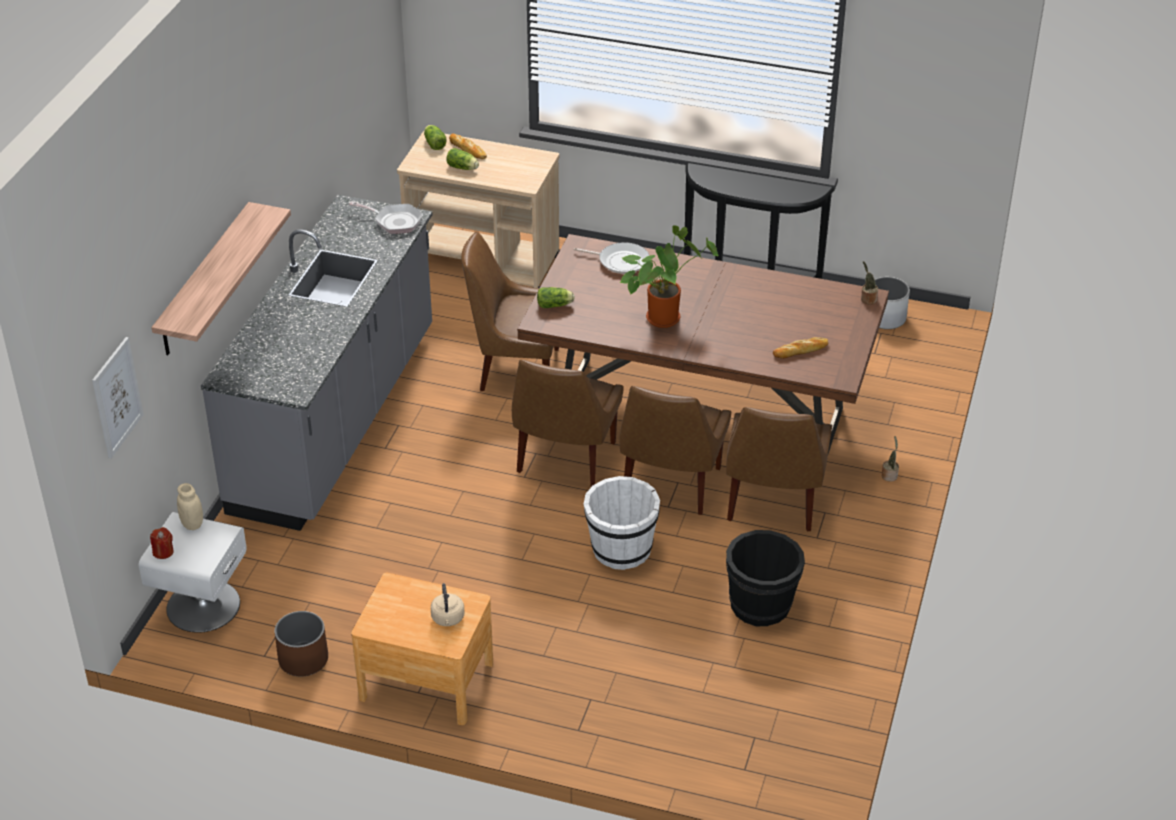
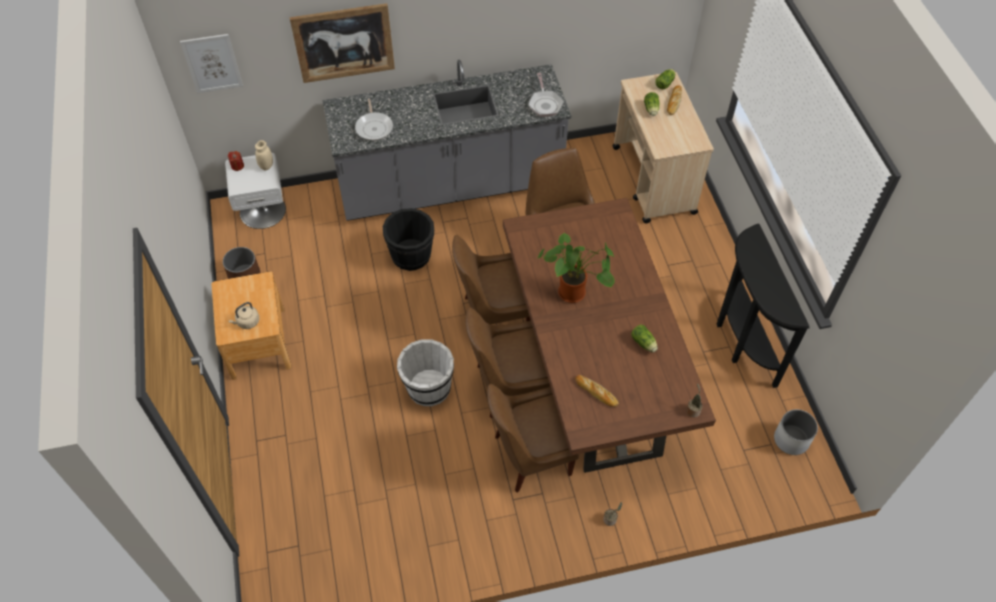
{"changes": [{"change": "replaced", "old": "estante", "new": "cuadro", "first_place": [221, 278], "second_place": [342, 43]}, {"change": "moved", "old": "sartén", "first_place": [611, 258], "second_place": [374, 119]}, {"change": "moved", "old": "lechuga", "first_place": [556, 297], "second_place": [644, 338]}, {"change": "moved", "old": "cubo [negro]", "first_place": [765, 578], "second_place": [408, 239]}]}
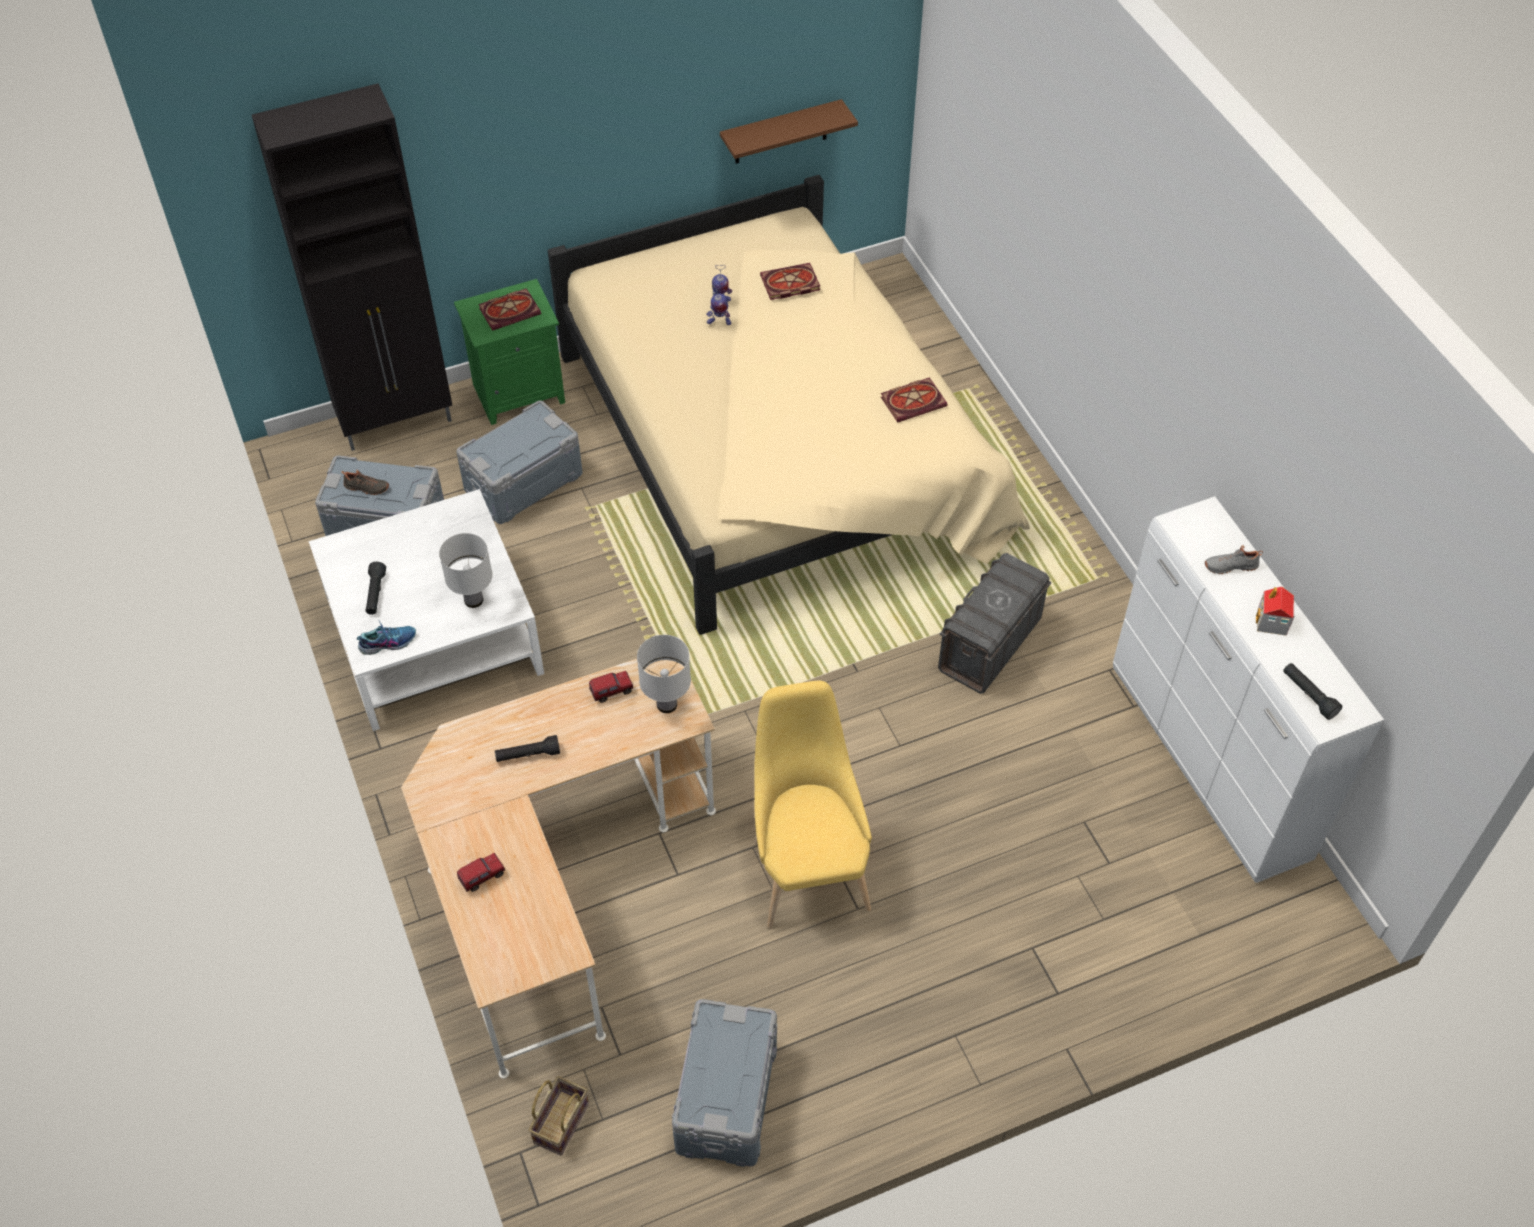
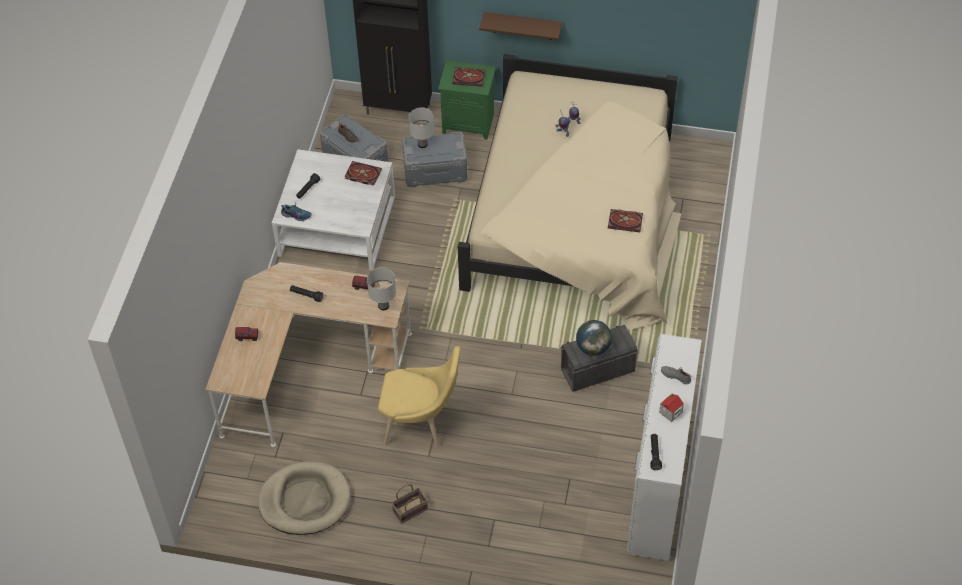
{"changes": [{"change": "moved", "old": "estante [marrón]", "first_place": [789, 131], "second_place": [520, 26]}, {"change": "moved", "old": "libro", "first_place": [790, 281], "second_place": [363, 173]}, {"change": "moved", "old": "lámpara de mesa [blanco]", "first_place": [466, 570], "second_place": [421, 128]}, {"change": "turned", "old": "silla [amarillo]", "first_place": [813, 804], "second_place": [419, 397], "degrees": 75}, {"change": "replaced", "old": "caja de almacenaje [gris]", "new": "cama para perro [beis]", "first_place": [724, 1083], "second_place": [304, 498]}, {"change": "moved", "old": "cesta", "first_place": [559, 1116], "second_place": [409, 504]}, {"change": "added", "new": "globo terráqueo", "second_place": [594, 338]}]}
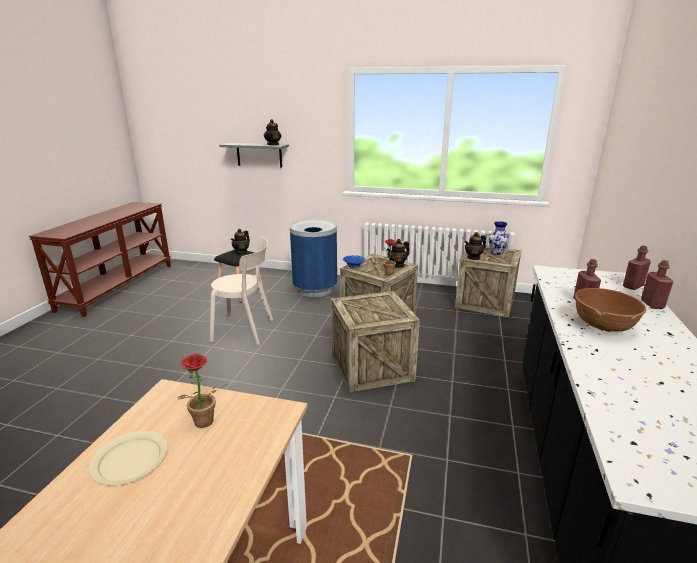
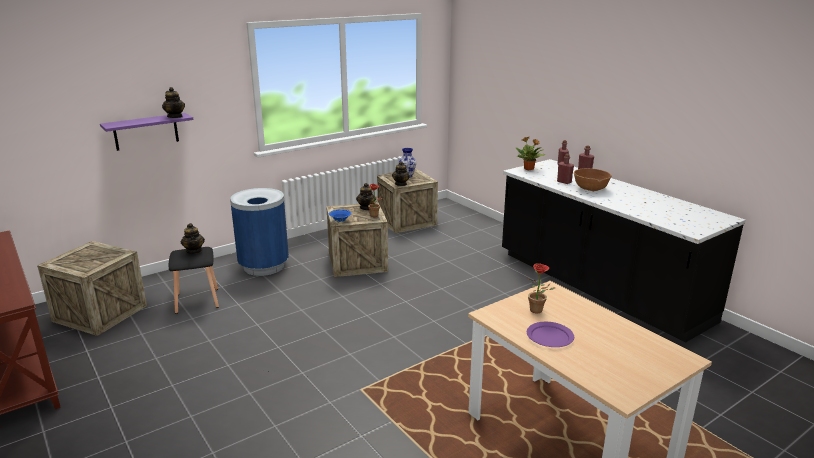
{"changes": [{"change": "recoloured", "old": "estante [gris]", "new": "estante [morado]", "first_place": [254, 155], "second_place": [146, 132]}, {"change": "removed", "old": "silla [beis]", "first_place": [241, 291]}, {"change": "moved", "old": "caja de embalaje", "first_place": [375, 341], "second_place": [92, 288]}, {"change": "recoloured", "old": "plato [beis]", "new": "plato [morado]", "first_place": [128, 458], "second_place": [550, 334]}, {"change": "added", "new": "planta en maceta", "second_place": [530, 153]}]}
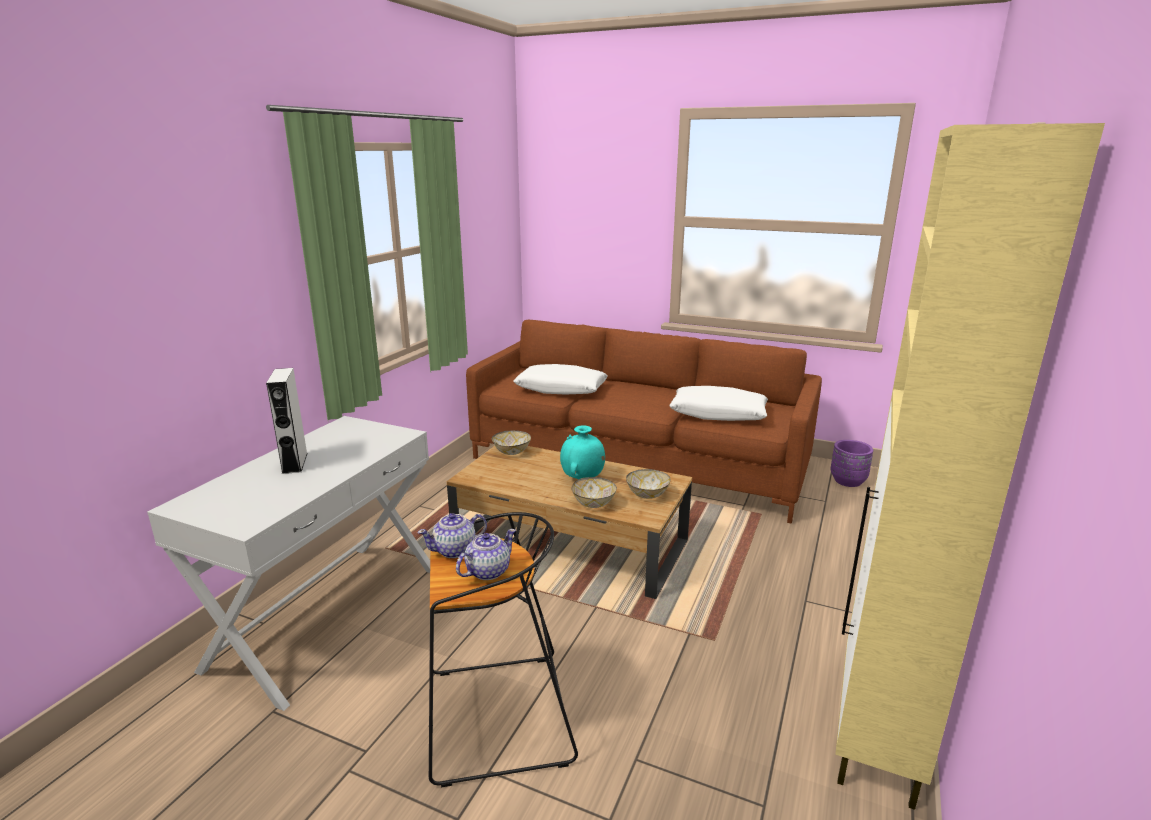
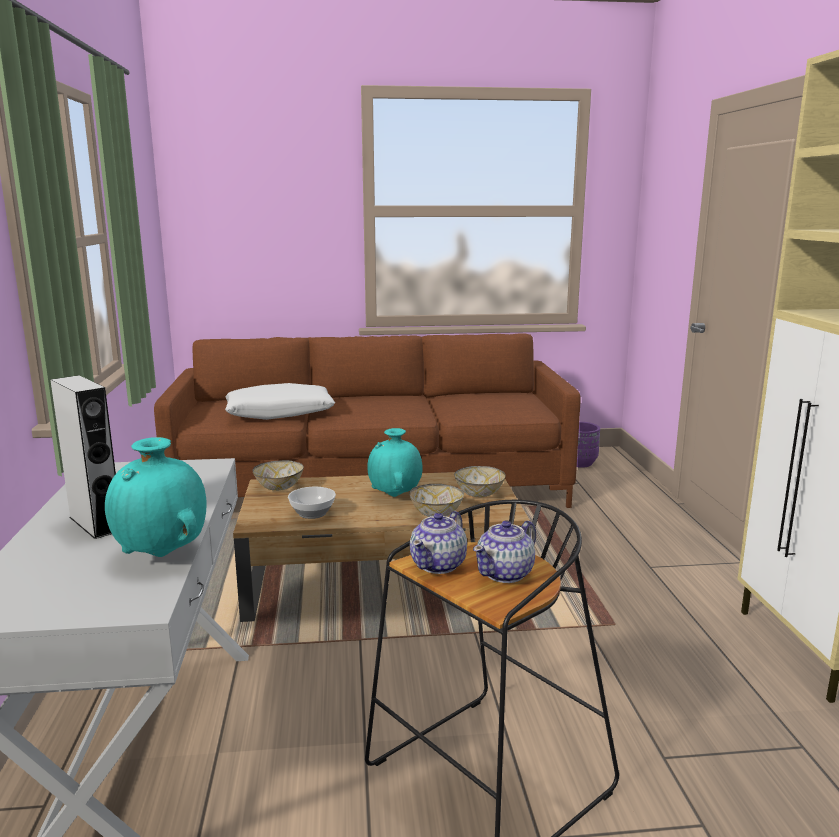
{"changes": [{"change": "removed", "old": "cojín [blanco]", "first_place": [718, 403]}, {"change": "turned", "old": "tetera", "first_place": [486, 554], "second_place": [504, 551], "degrees": -150}, {"change": "added", "new": "florero [turquesa]", "second_place": [156, 497]}, {"change": "added", "new": "cuenco", "second_place": [312, 503]}]}
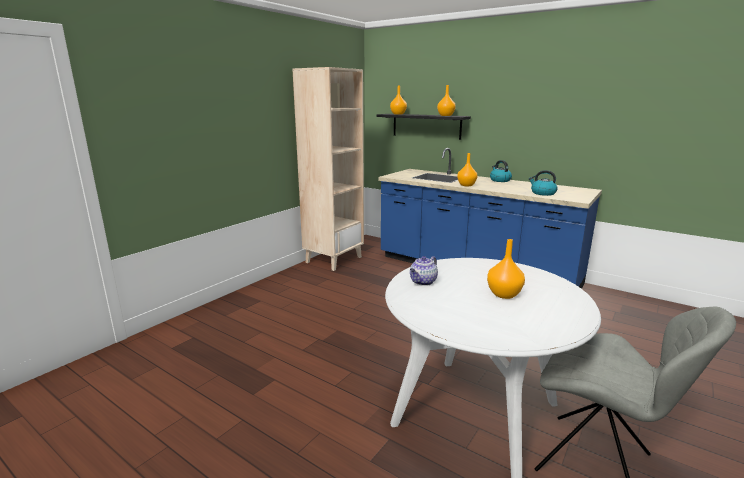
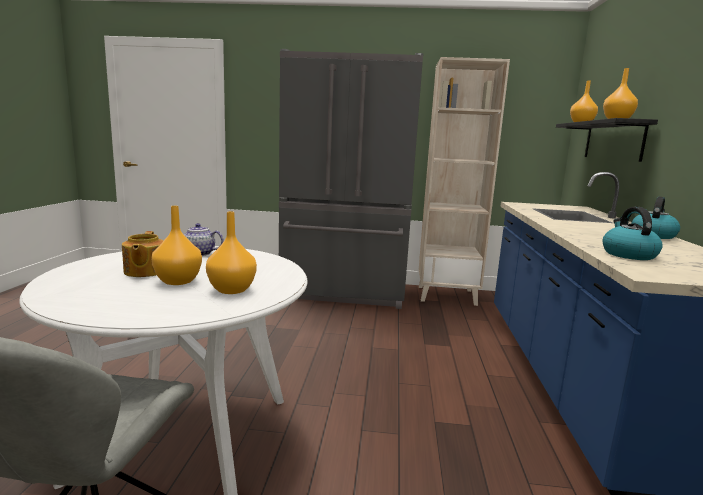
{"changes": [{"change": "moved", "old": "florero [naranja]", "first_place": [467, 169], "second_place": [231, 252]}, {"change": "added", "new": "nevera [gris]", "second_place": [351, 179]}, {"change": "added", "new": "tetera", "second_place": [143, 254]}]}
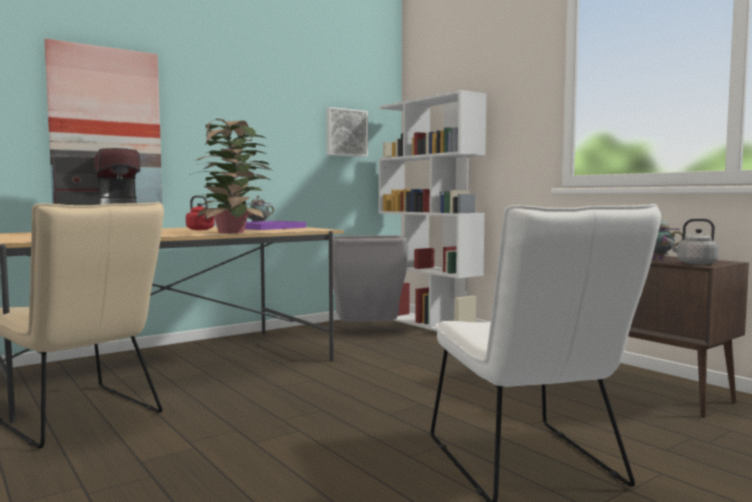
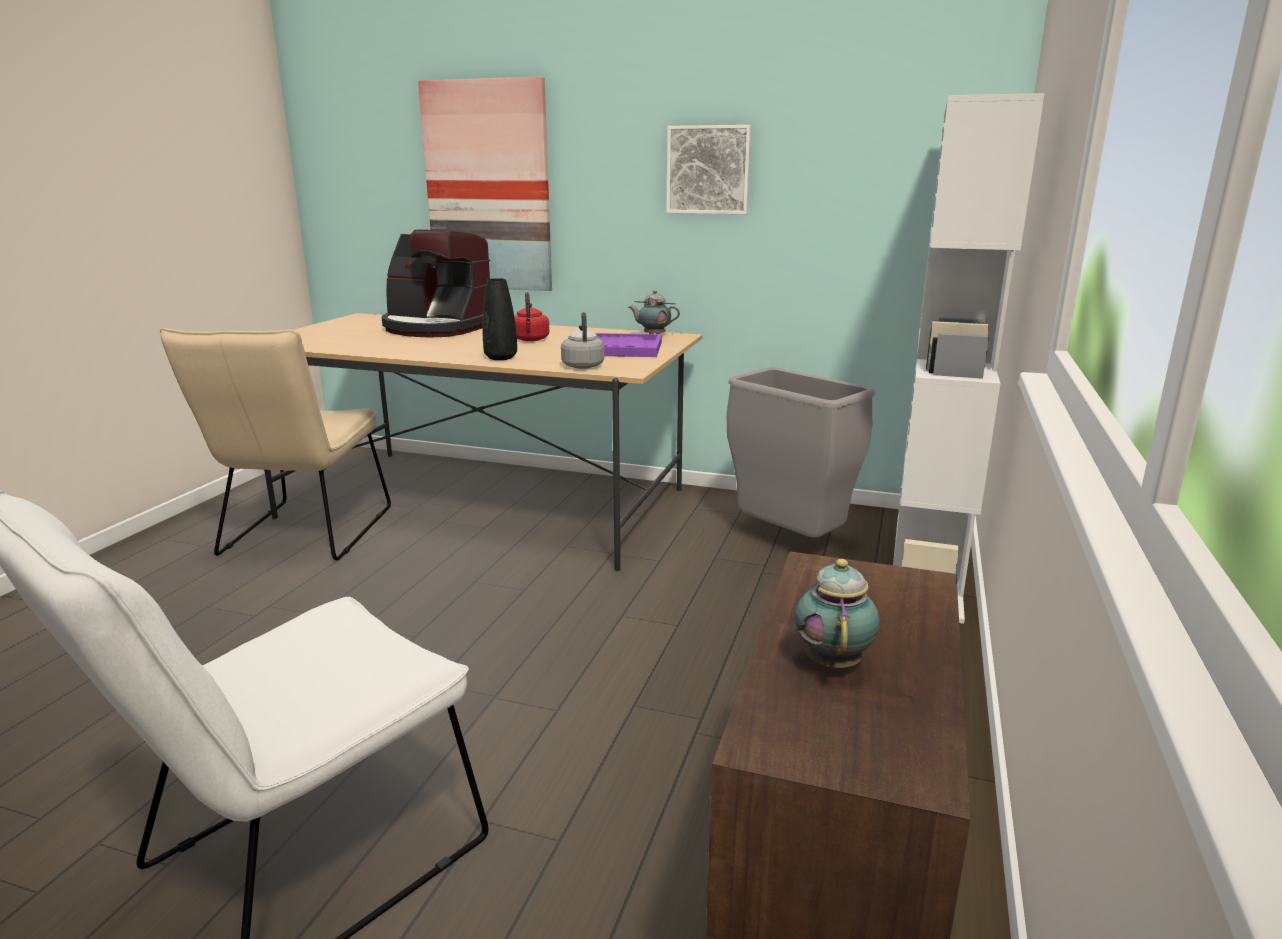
{"changes": [{"change": "moved", "old": "cuadro", "first_place": [347, 132], "second_place": [709, 169]}, {"change": "replaced", "old": "planta en maceta", "new": "florero [negro]", "first_place": [231, 176], "second_place": [499, 319]}, {"change": "moved", "old": "hervidor [gris]", "first_place": [693, 241], "second_place": [583, 340]}]}
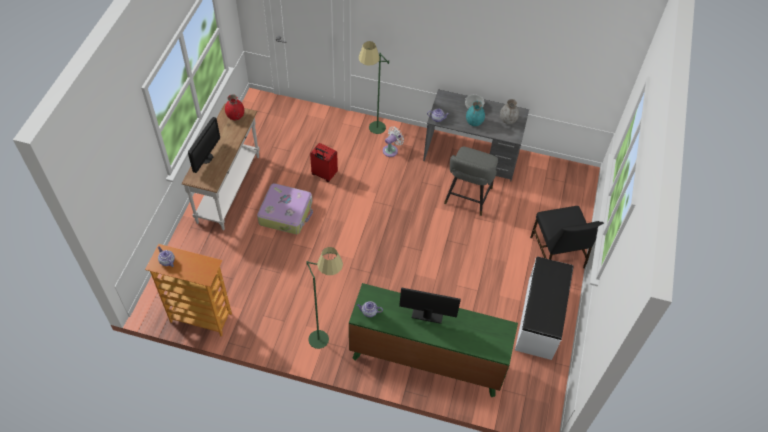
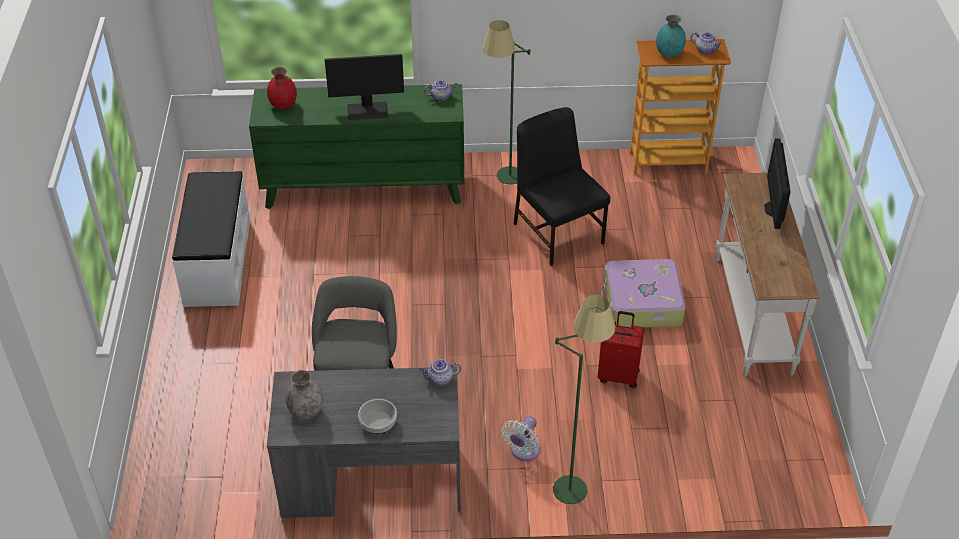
{"changes": [{"change": "moved", "old": "florero [rojo]", "first_place": [234, 107], "second_place": [282, 88]}, {"change": "moved", "old": "florero [turquesa]", "first_place": [475, 113], "second_place": [671, 35]}, {"change": "moved", "old": "silla [negro]", "first_place": [567, 237], "second_place": [562, 186]}]}
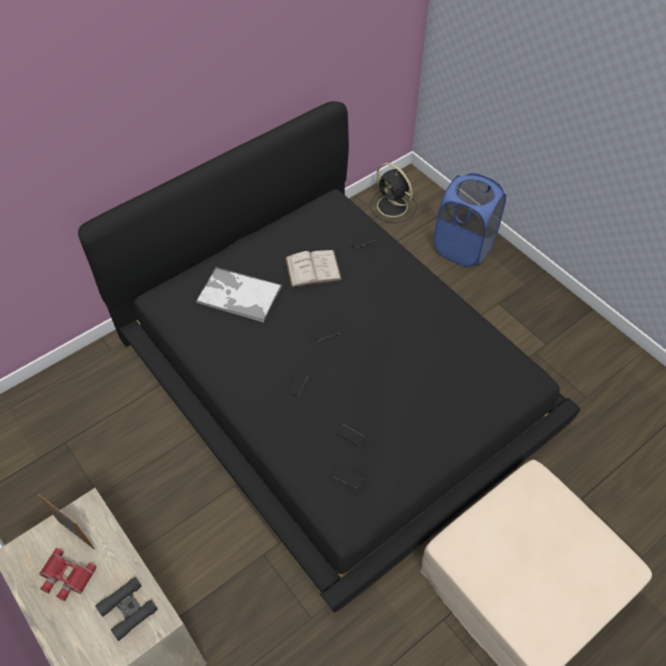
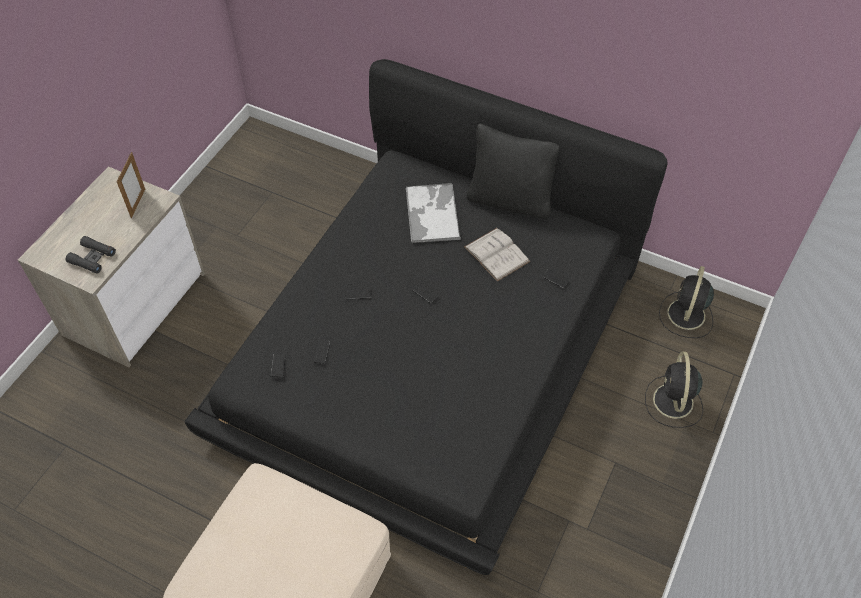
{"changes": [{"change": "replaced", "old": "cesto de la ropa [azul]", "new": "ventilador [negro]", "first_place": [470, 220], "second_place": [674, 390]}, {"change": "removed", "old": "prismáticos [rojo]", "first_place": [68, 574]}, {"change": "added", "new": "cojín [negro]", "second_place": [512, 171]}]}
